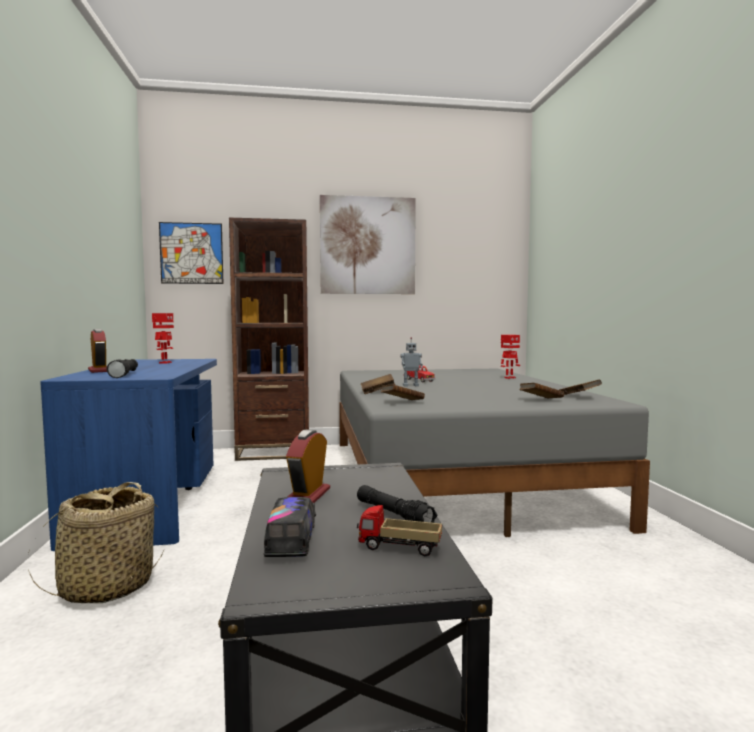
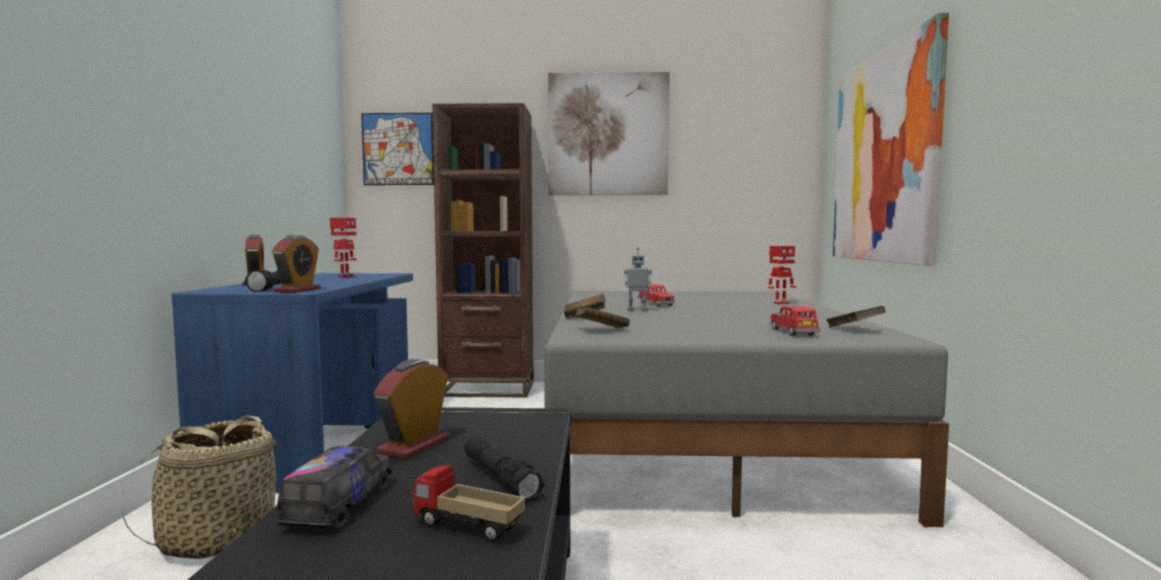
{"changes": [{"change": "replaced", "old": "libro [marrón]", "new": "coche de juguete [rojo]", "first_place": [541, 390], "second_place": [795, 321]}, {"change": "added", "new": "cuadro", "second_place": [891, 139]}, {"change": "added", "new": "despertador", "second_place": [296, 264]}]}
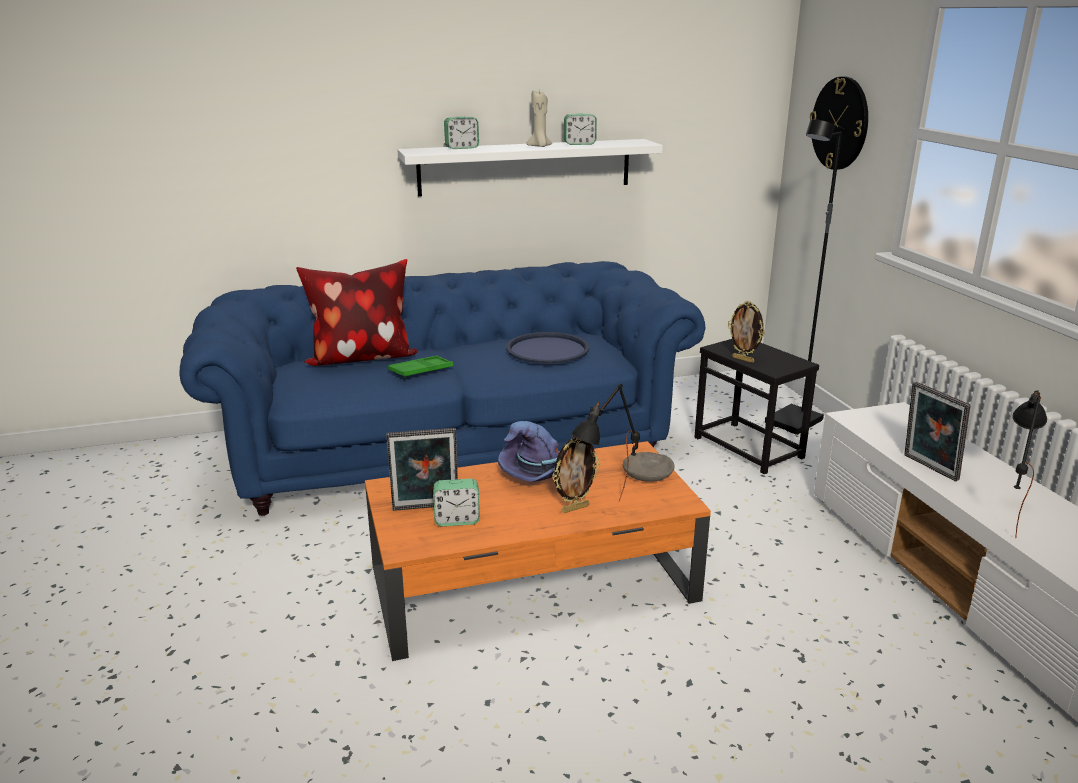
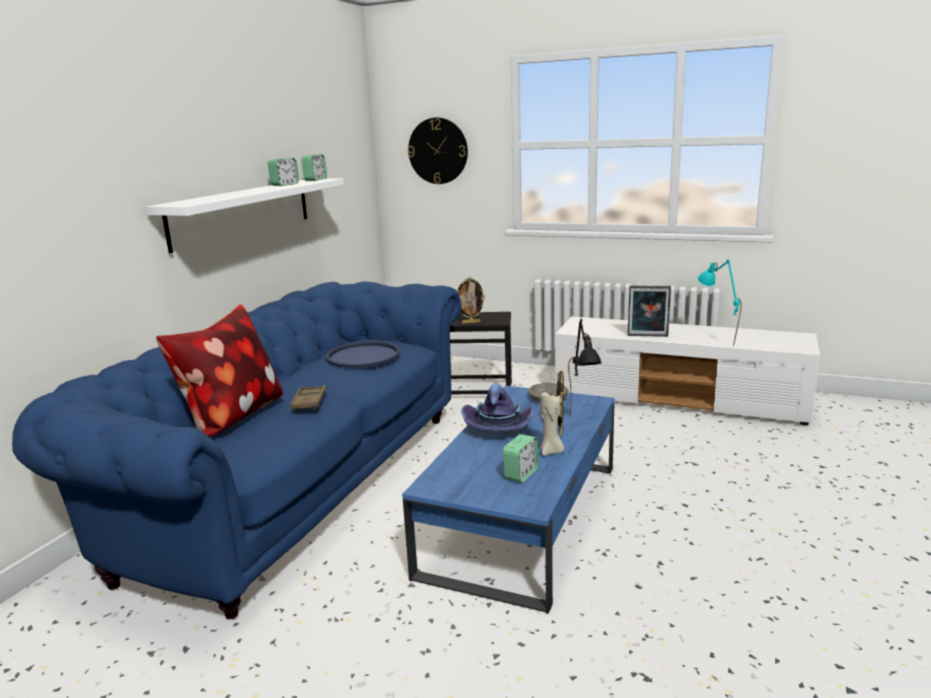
{"changes": [{"change": "moved", "old": "vela [beis]", "first_place": [539, 118], "second_place": [552, 424]}, {"change": "moved", "old": "despertador", "first_place": [461, 133], "second_place": [314, 167]}, {"change": "removed", "old": "lámpara de pie [negro]", "first_place": [803, 277]}, {"change": "recoloured", "old": "bandeja [verde]", "new": "bandeja [marrón]", "first_place": [421, 366], "second_place": [308, 398]}, {"change": "recoloured", "old": "lámpara de mesa [negro]", "new": "lámpara de mesa [turquesa]", "first_place": [1030, 465], "second_place": [720, 302]}, {"change": "removed", "old": "portarretratos", "first_place": [422, 469]}, {"change": "recoloured", "old": "mesa de centro [naranja]", "new": "mesa de centro [azul]", "first_place": [538, 551], "second_place": [508, 500]}]}
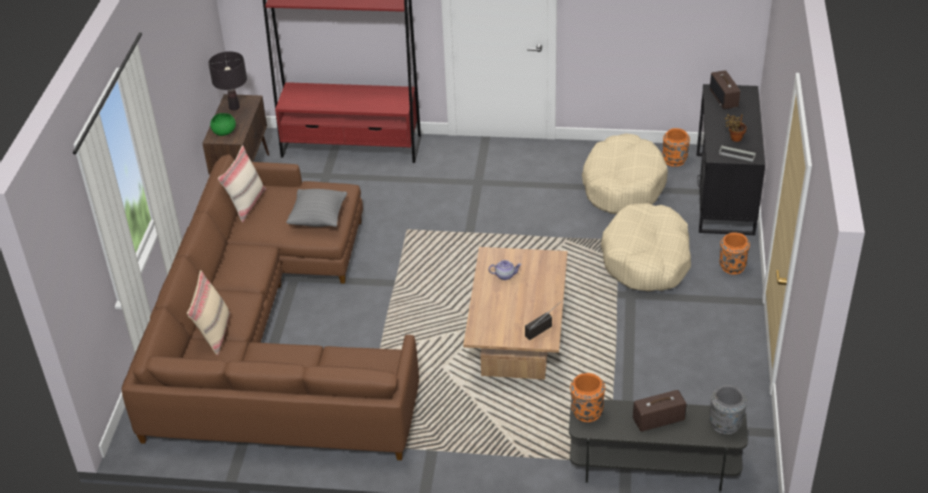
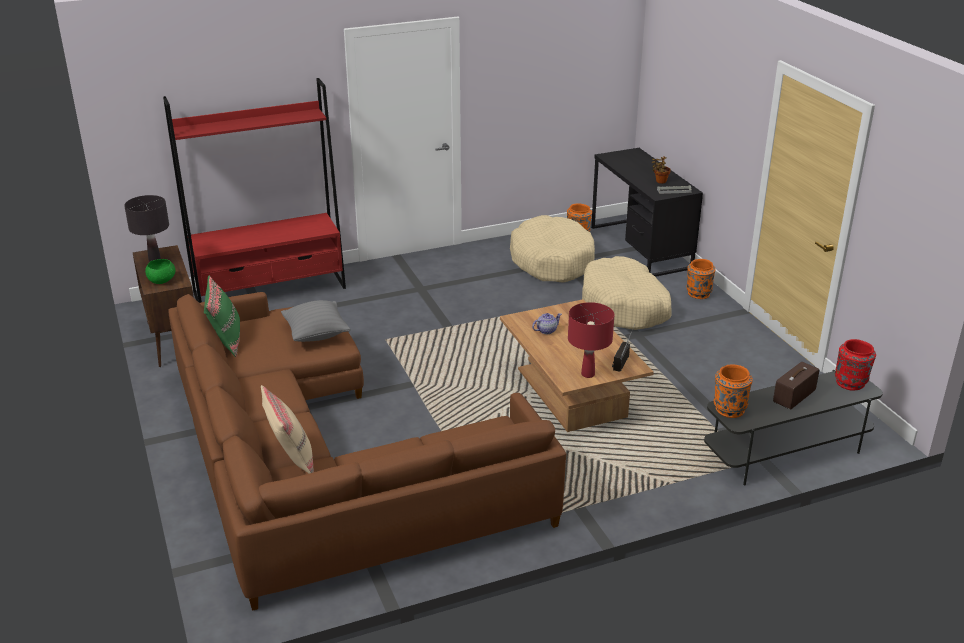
{"changes": [{"change": "removed", "old": "radio", "first_place": [725, 89]}, {"change": "recoloured", "old": "cojín [beis]", "new": "cojín [verde]", "first_place": [242, 183], "second_place": [222, 316]}, {"change": "recoloured", "old": "florero [gris]", "new": "florero [rojo]", "first_place": [728, 409], "second_place": [855, 365]}, {"change": "added", "new": "lámpara de mesa [rojo]", "second_place": [591, 340]}]}
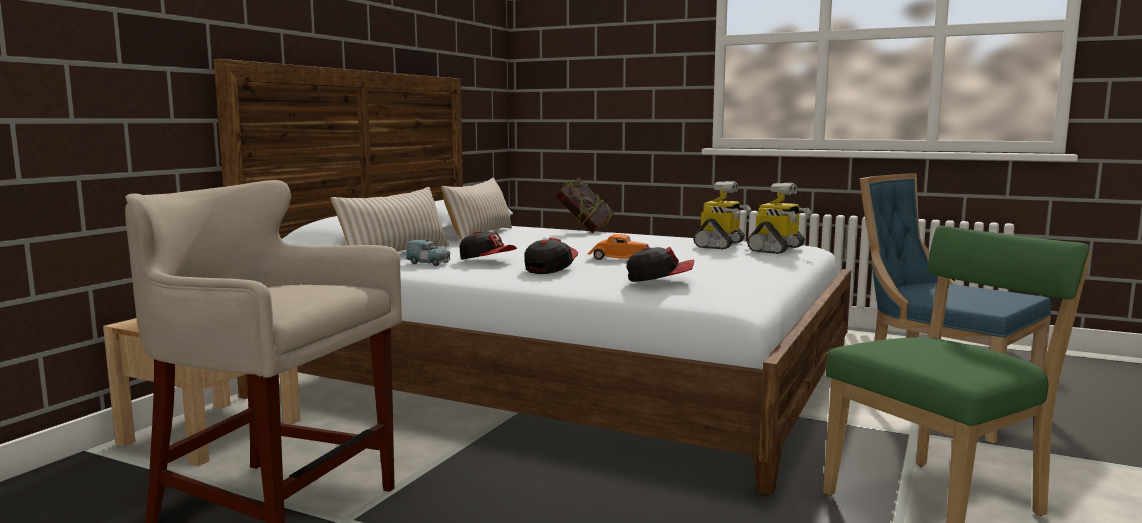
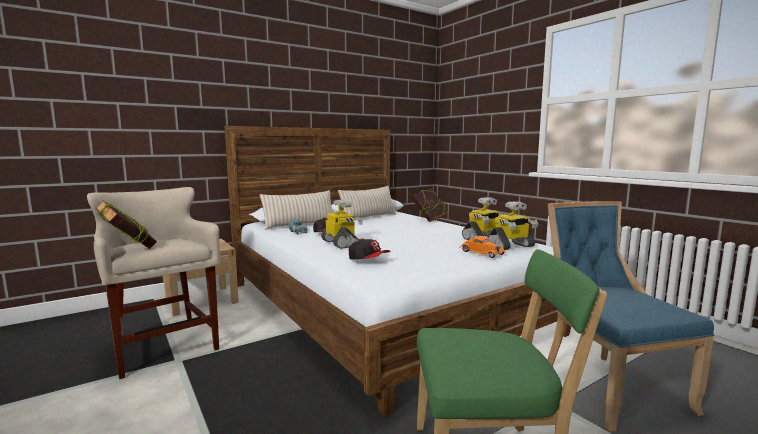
{"changes": [{"change": "moved", "old": "coche de juguete [naranja]", "first_place": [618, 247], "second_place": [482, 247]}, {"change": "replaced", "old": "gorra", "new": "robot de juguete", "first_place": [551, 256], "second_place": [342, 224]}, {"change": "added", "new": "libro", "second_place": [126, 225]}]}
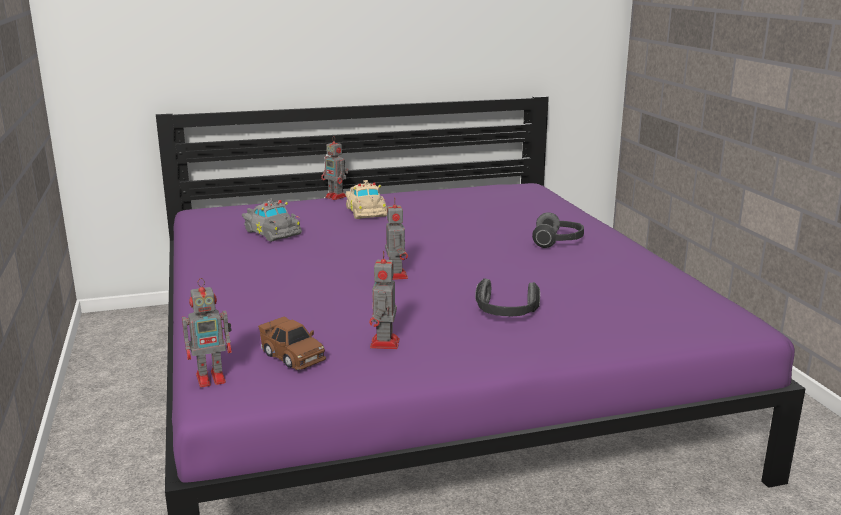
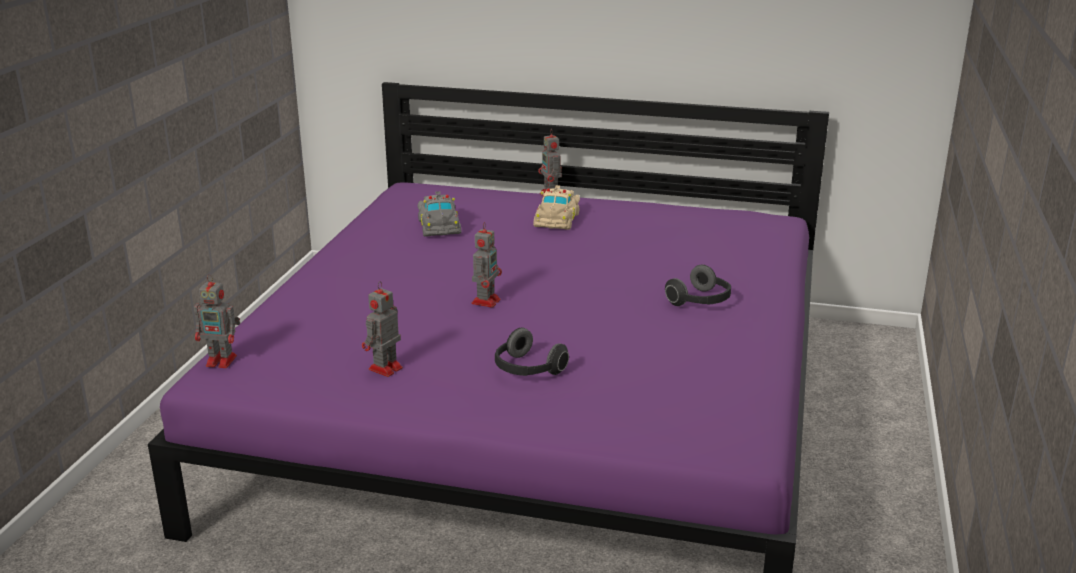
{"changes": [{"change": "removed", "old": "coche de juguete [marrón]", "first_place": [292, 343]}]}
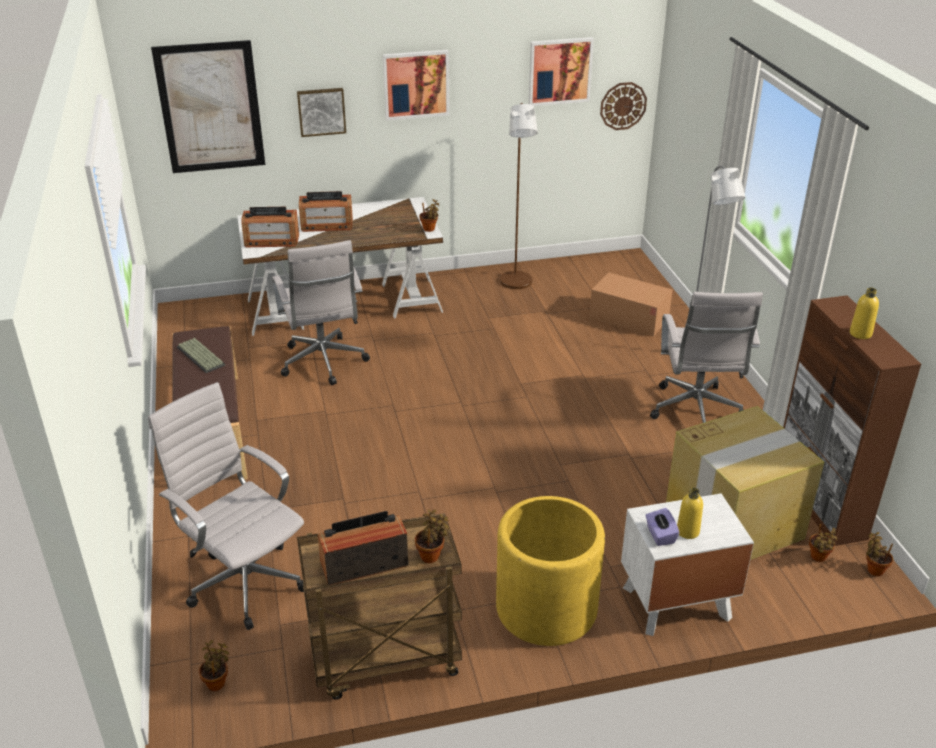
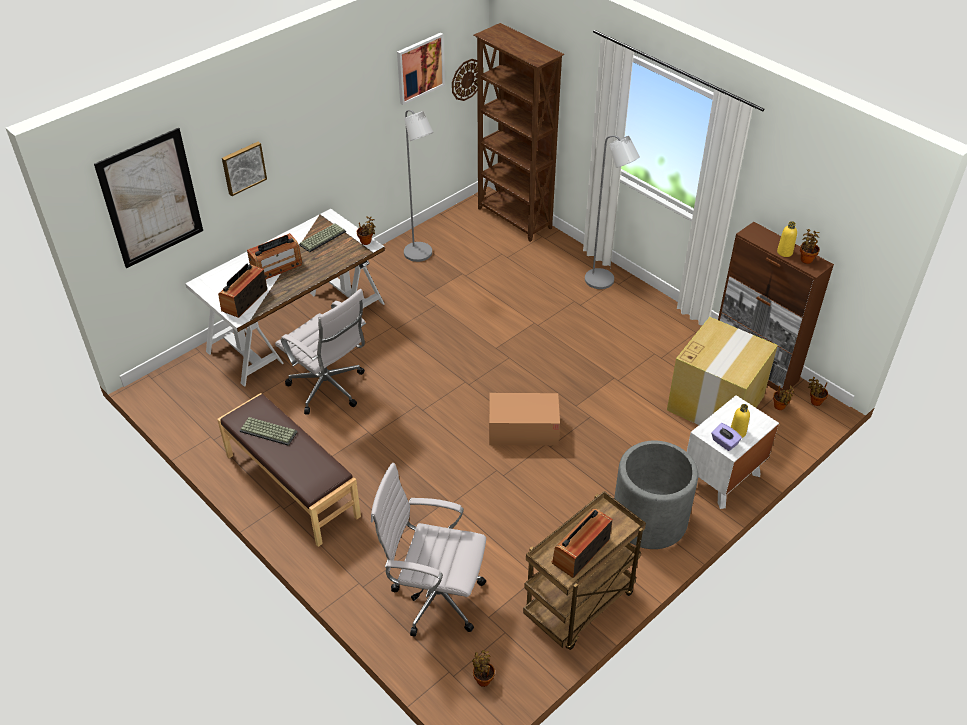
{"changes": [{"change": "removed", "old": "cuadro", "first_place": [416, 85]}, {"change": "recoloured", "old": "lámpara de pie [marrón]", "new": "lámpara de pie [gris]", "first_place": [519, 196], "second_place": [418, 186]}, {"change": "turned", "old": "radio", "first_place": [270, 227], "second_place": [242, 290], "degrees": 150}, {"change": "moved", "old": "caja de cartón", "first_place": [631, 304], "second_place": [524, 419]}, {"change": "removed", "old": "silla de oficina [blanco]", "first_place": [706, 357]}, {"change": "recoloured", "old": "maceta [amarillo]", "new": "maceta [gris]", "first_place": [550, 571], "second_place": [656, 495]}, {"change": "moved", "old": "planta en maceta", "first_place": [432, 536], "second_place": [810, 246]}, {"change": "added", "new": "estantería [marrón]", "second_place": [519, 132]}, {"change": "added", "new": "teclado", "second_place": [322, 237]}]}
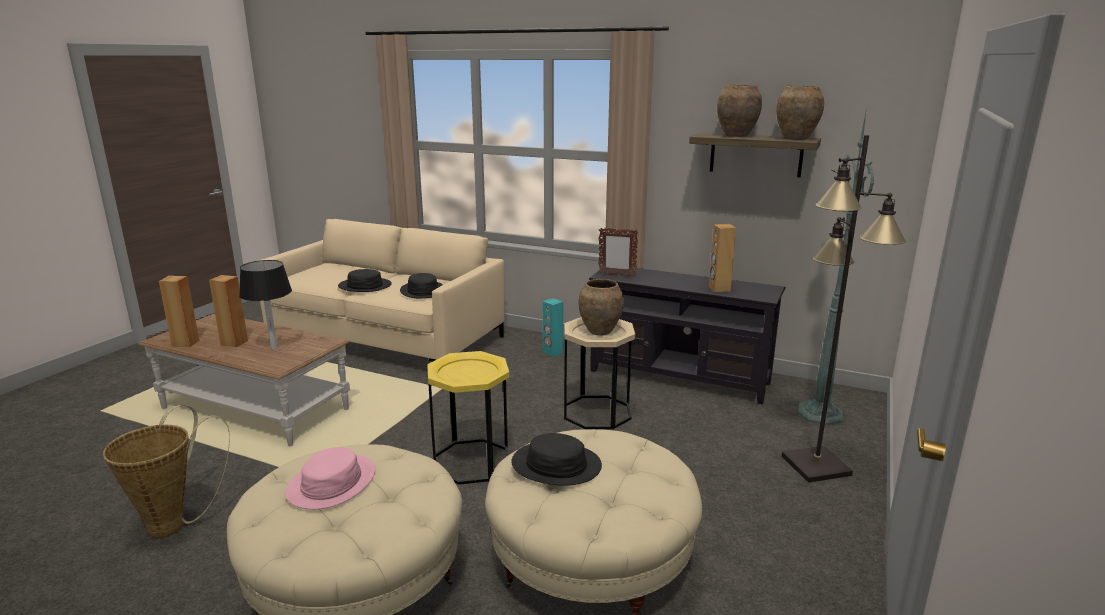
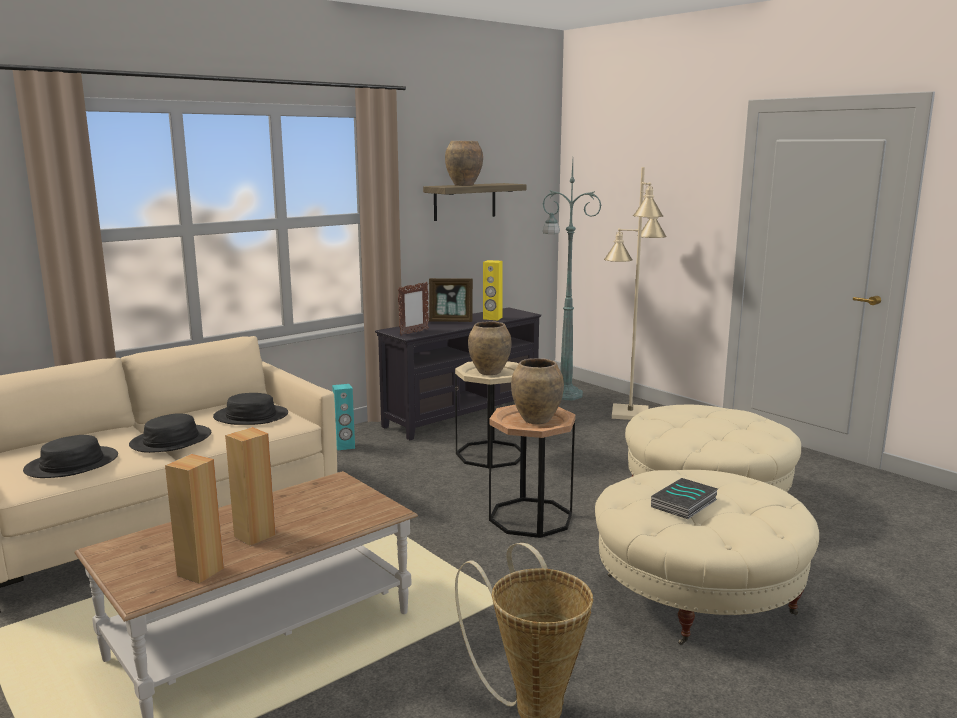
{"changes": [{"change": "moved", "old": "florero [marrón]", "first_place": [800, 113], "second_place": [537, 391]}, {"change": "recoloured", "old": "lámpara de pie [negro]", "new": "lámpara de pie [beis]", "first_place": [844, 309], "second_place": [635, 293]}, {"change": "recoloured", "old": "altavoz [marrón]", "new": "altavoz [amarillo]", "first_place": [722, 258], "second_place": [493, 290]}, {"change": "removed", "old": "lámpara de mesa [negro]", "first_place": [265, 305]}, {"change": "recoloured", "old": "mesa auxiliar [amarillo]", "new": "mesa auxiliar [marrón]", "first_place": [468, 418], "second_place": [532, 471]}, {"change": "moved", "old": "sombrero [negro]", "first_place": [556, 459], "second_place": [70, 456]}, {"change": "replaced", "old": "sombrero [rosa]", "new": "libro", "first_place": [330, 478], "second_place": [684, 498]}, {"change": "added", "new": "portarretratos", "second_place": [451, 300]}]}
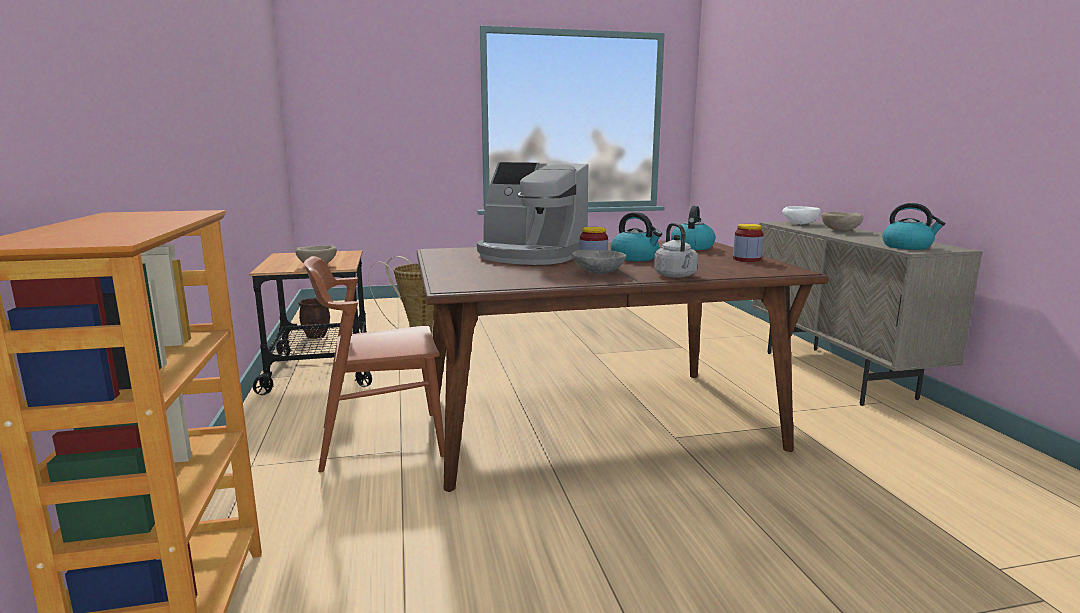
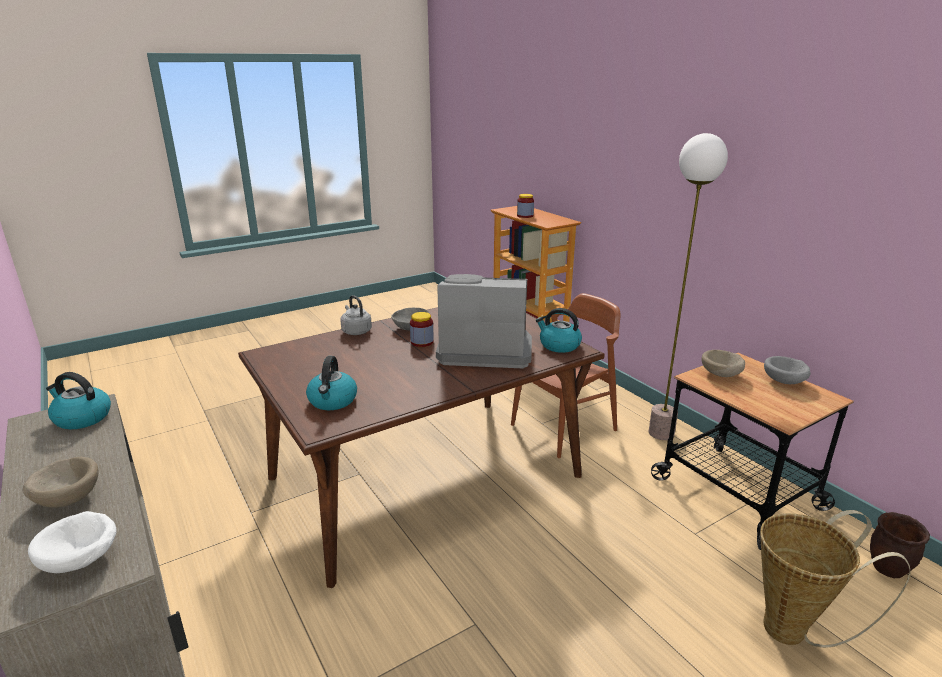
{"changes": [{"change": "moved", "old": "hervidor", "first_place": [636, 236], "second_place": [559, 330]}, {"change": "moved", "old": "tarro", "first_place": [748, 243], "second_place": [525, 206]}, {"change": "added", "new": "lámpara de pie", "second_place": [688, 286]}, {"change": "added", "new": "cuenco [gris]", "second_place": [787, 370]}]}
